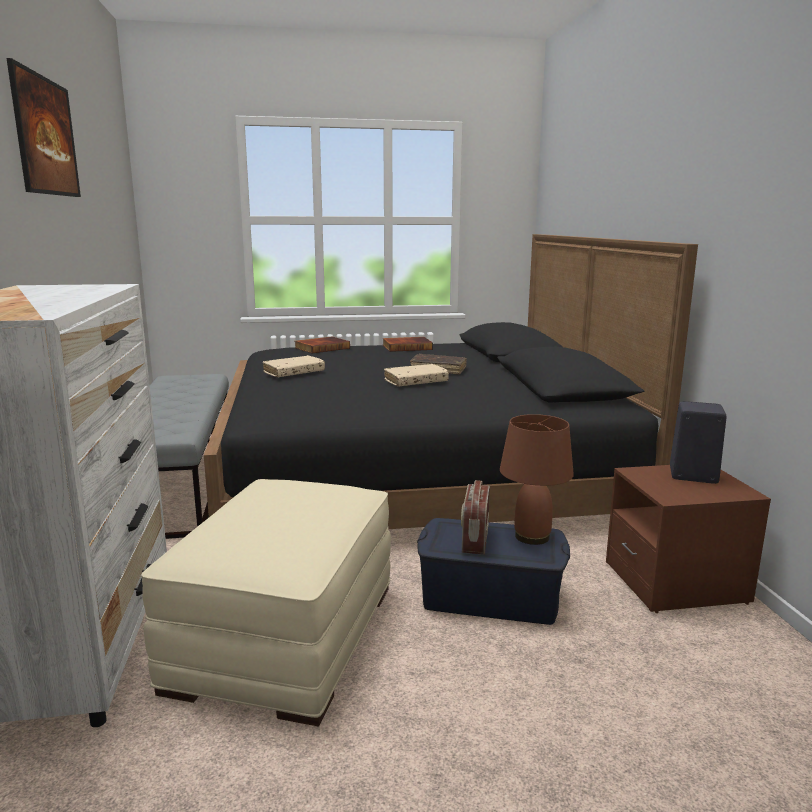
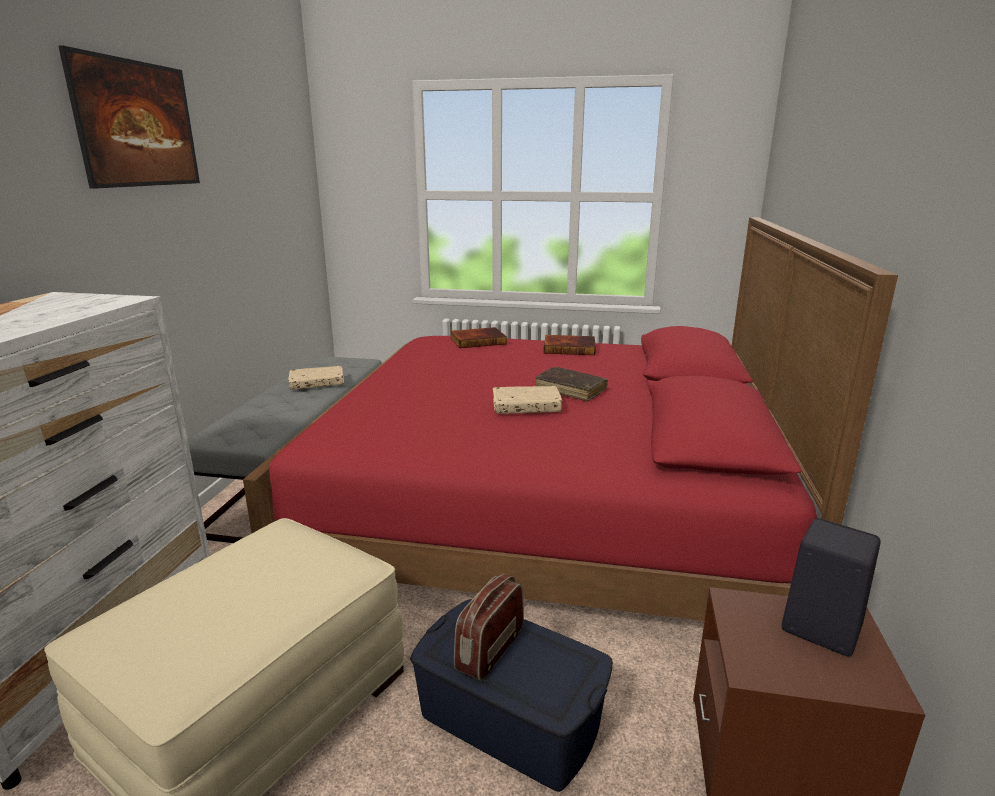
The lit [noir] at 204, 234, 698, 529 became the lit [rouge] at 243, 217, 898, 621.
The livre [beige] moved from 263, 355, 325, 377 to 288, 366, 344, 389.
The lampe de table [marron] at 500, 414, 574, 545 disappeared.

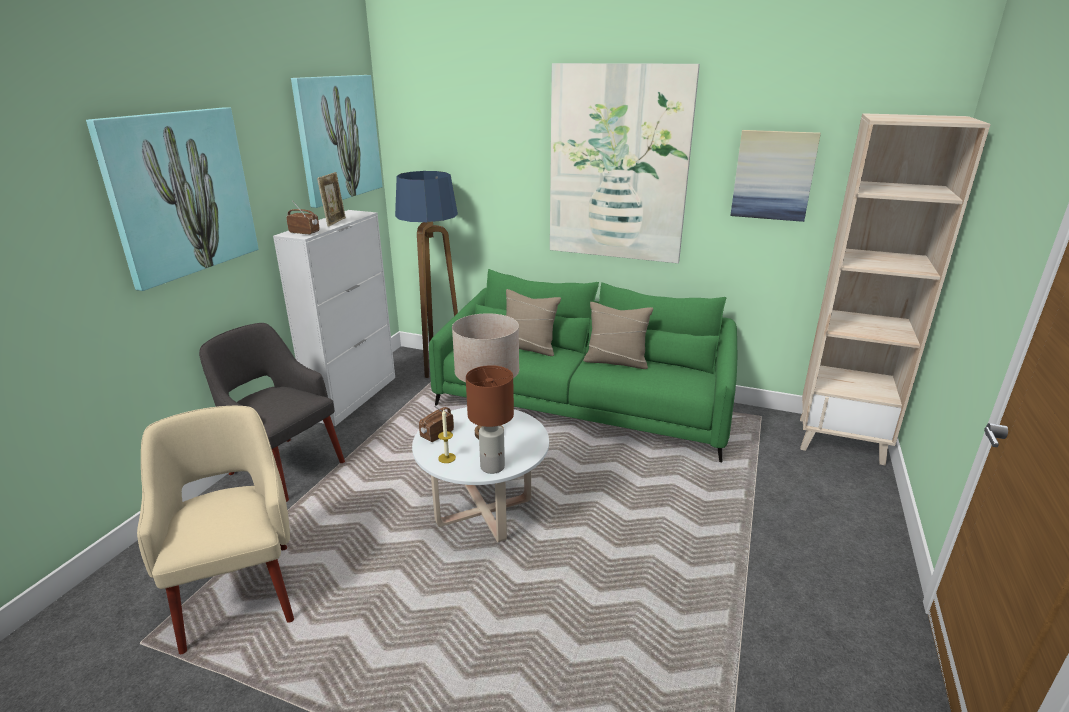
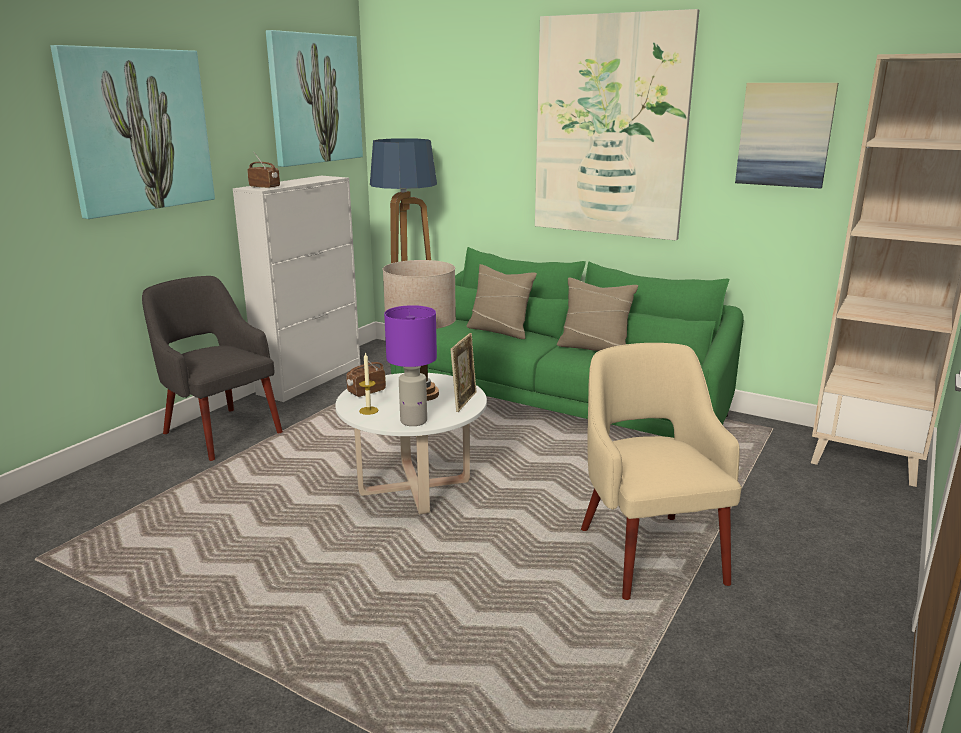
The fauteuil [beige] moved from 137, 406, 294, 654 to 581, 343, 742, 600.
The cadre photo moved from 317, 172, 346, 227 to 451, 333, 477, 412.
The lampe de table [marron] at 466, 365, 514, 474 became the lampe de table [violet] at 384, 305, 437, 426.

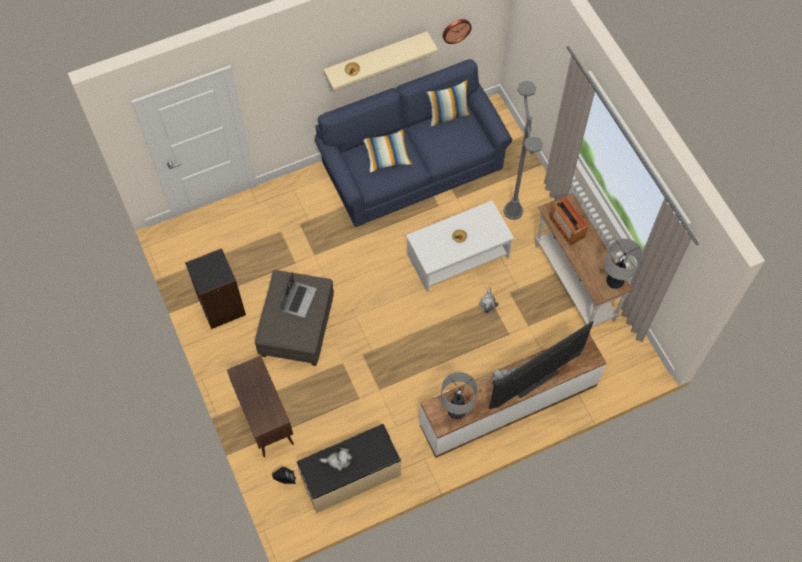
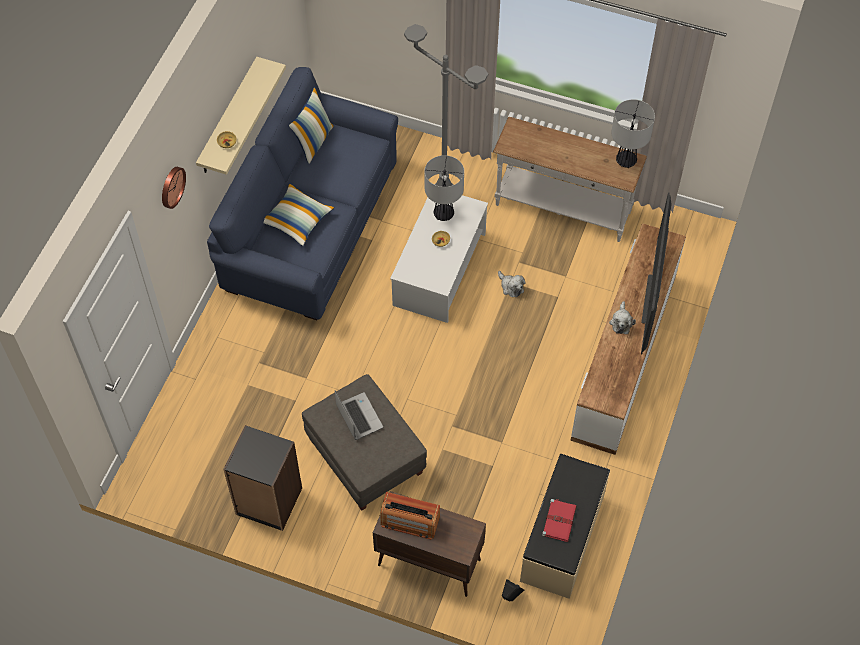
The peluche at 319, 447, 352, 471 was replaced by the livre [rouge] at 542, 499, 577, 542.
The lampe de table moved from 441, 372, 478, 419 to 424, 155, 464, 221.
The horloge murale moved from 443, 19, 472, 44 to 162, 167, 186, 209.
The radio moved from 549, 197, 588, 245 to 380, 492, 440, 540.

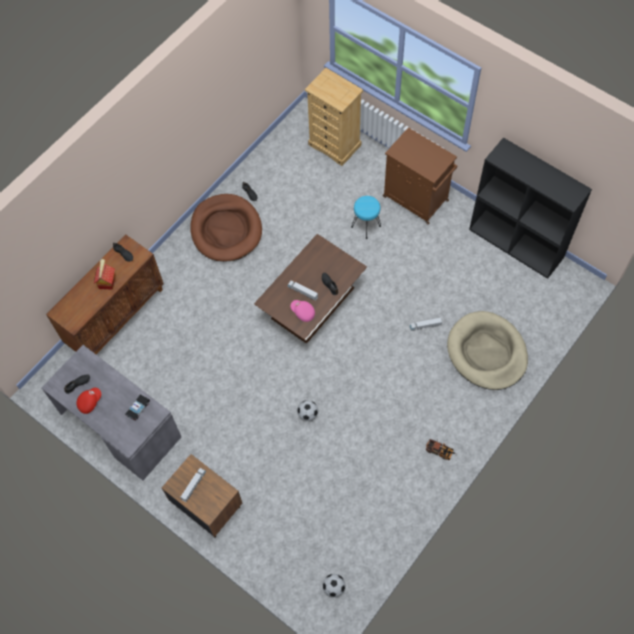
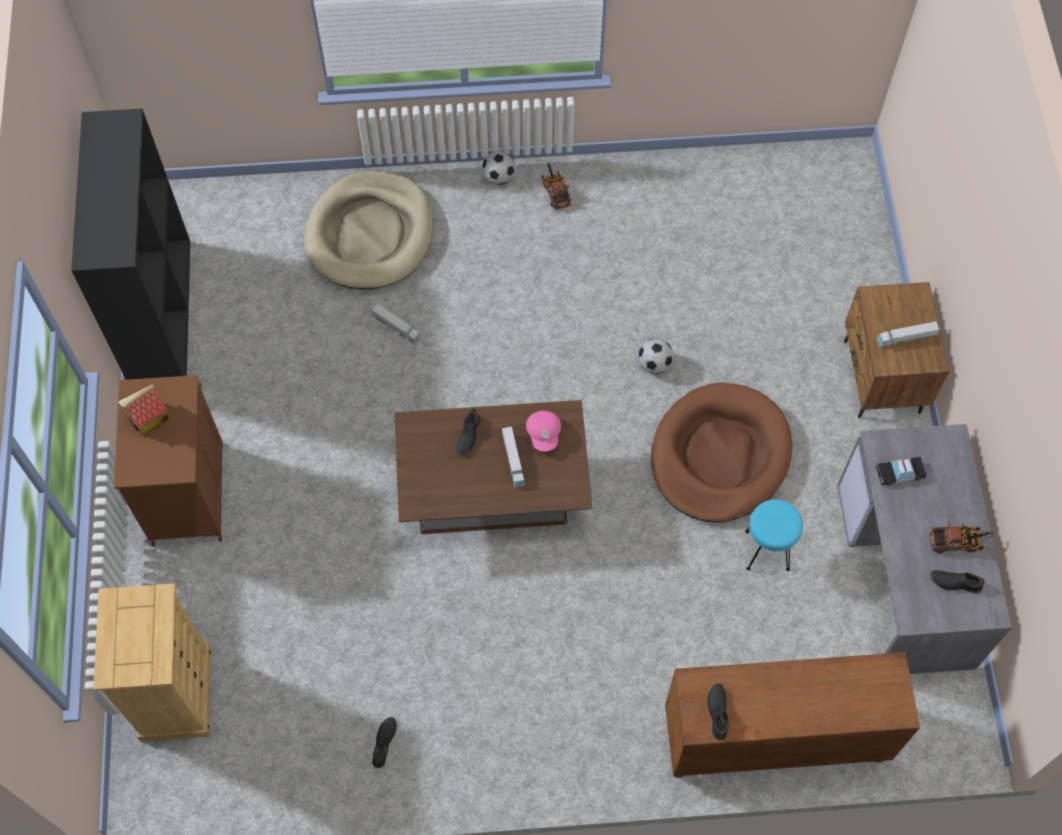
The casquette [rouge] at 76, 388, 101, 414 was replaced by the camion jouet at 930, 522, 994, 553.
The maison miniature moved from 94, 259, 115, 290 to 118, 384, 169, 436.
The panier pour chien [marron] moved from 190, 194, 262, 262 to 651, 383, 792, 523.
The ballon de foot moved from 323, 574, 345, 597 to 482, 151, 516, 185.
The tabouret [turquoise] moved from 351, 196, 381, 239 to 745, 500, 803, 571.

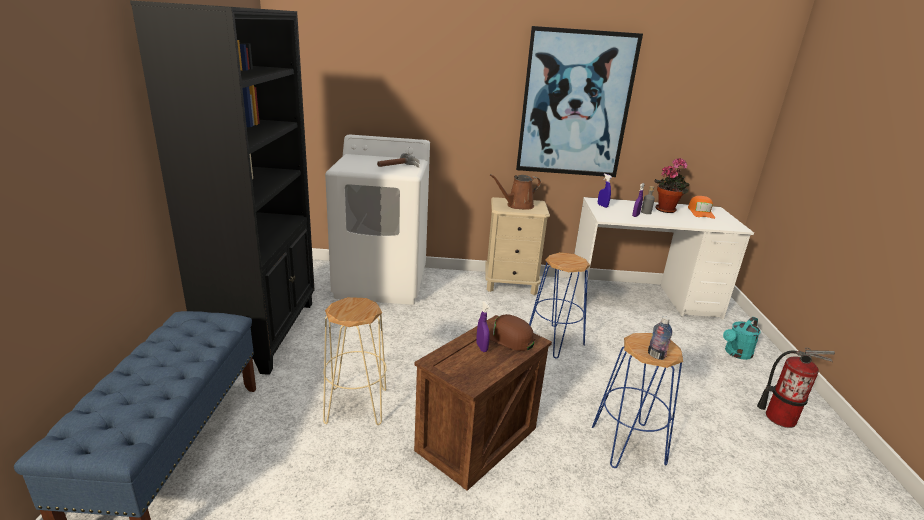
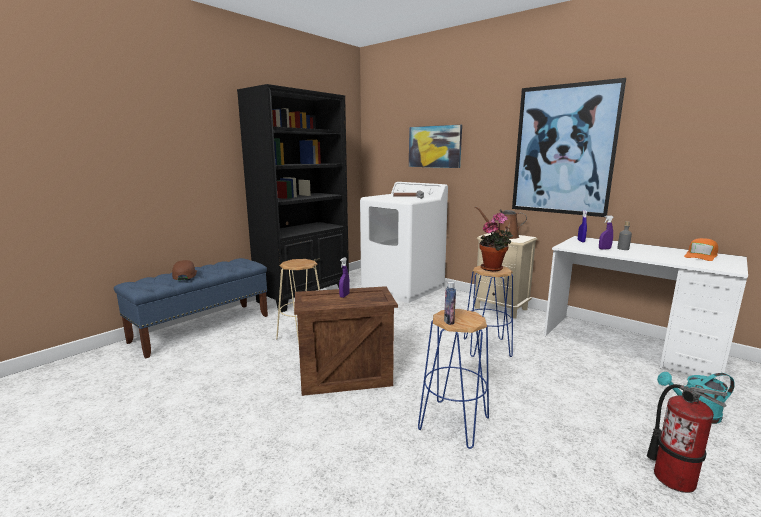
The casquette [marron] moved from 487, 314, 534, 351 to 172, 260, 197, 280.
The plante en pot moved from 654, 158, 689, 213 to 479, 213, 513, 272.
The tableau at 409, 125, 462, 168 appeared.

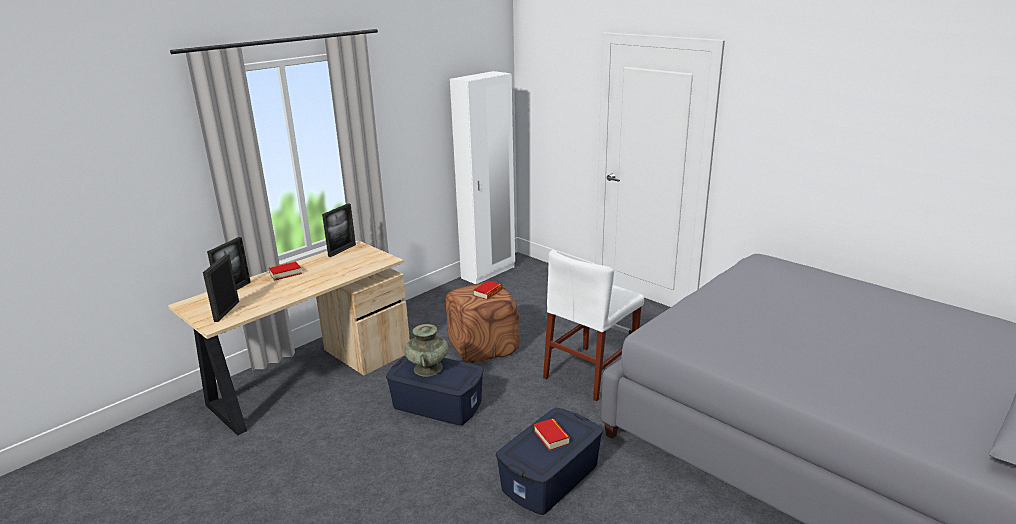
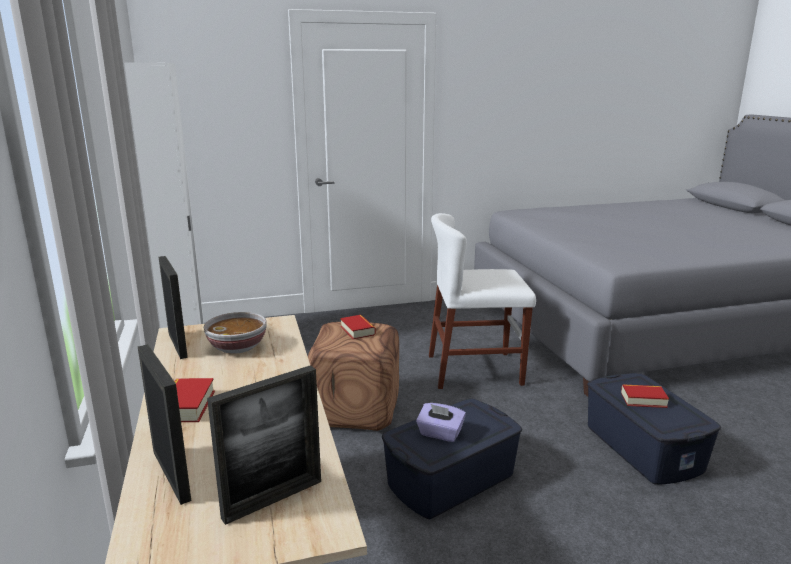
The cadre photo at 203, 254, 239, 322 turned 75 degrees counterclockwise.
The vase [turquoise] at 404, 324, 449, 376 was replaced by the boîte à mouchoirs [violet] at 416, 403, 466, 442.
The chaise [blanc] at 543, 250, 644, 402 turned 105 degrees clockwise.
The bol at 204, 312, 267, 354 appeared.

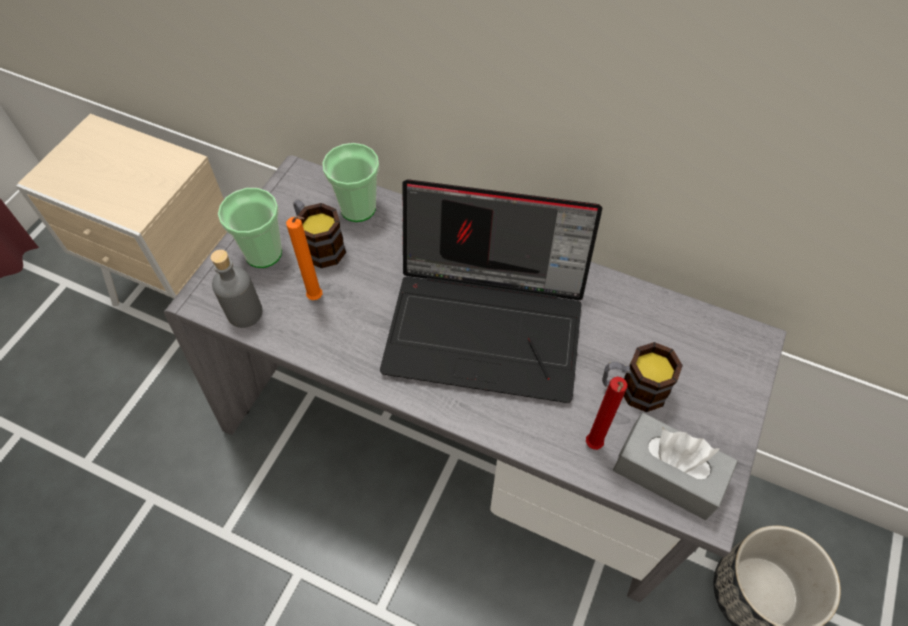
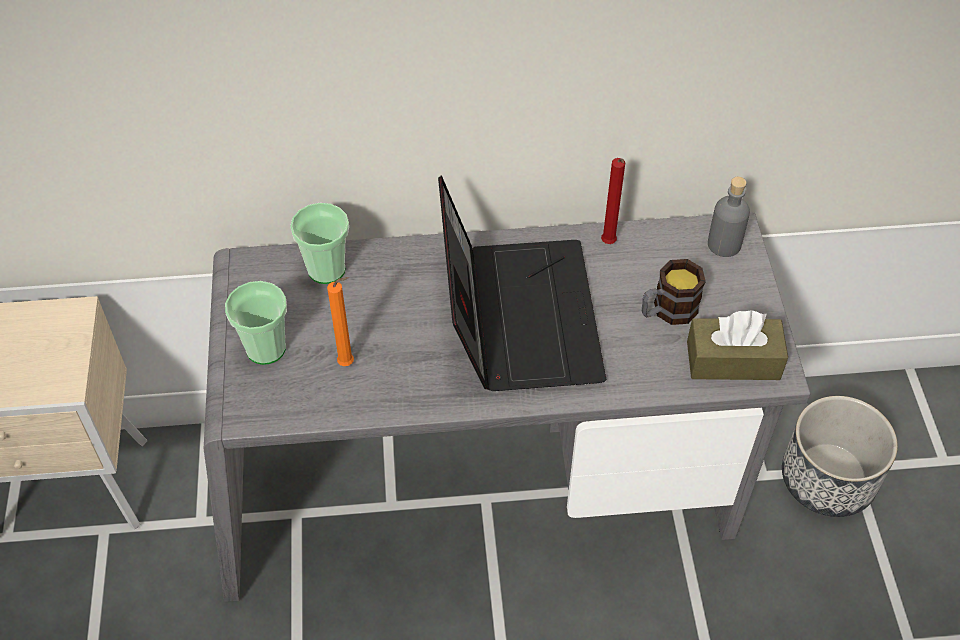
The bouteille [gris] moved from 210, 249, 263, 328 to 708, 177, 750, 257.
The mug at 293, 200, 346, 268 disappeared.
The ordinateur portable at 380, 179, 602, 403 turned 75 degrees counterclockwise.
The bougie [rouge] moved from 586, 377, 627, 450 to 601, 158, 625, 244.
The boîte à mouchoirs [gris] at 613, 413, 738, 520 became the boîte à mouchoirs [marron] at 687, 310, 788, 380.

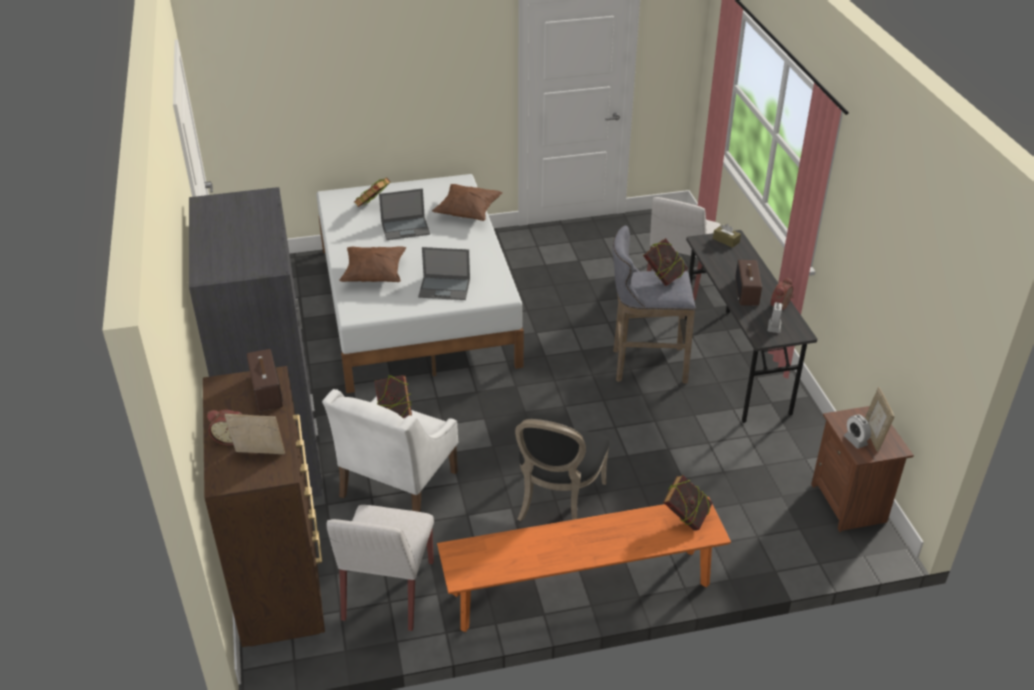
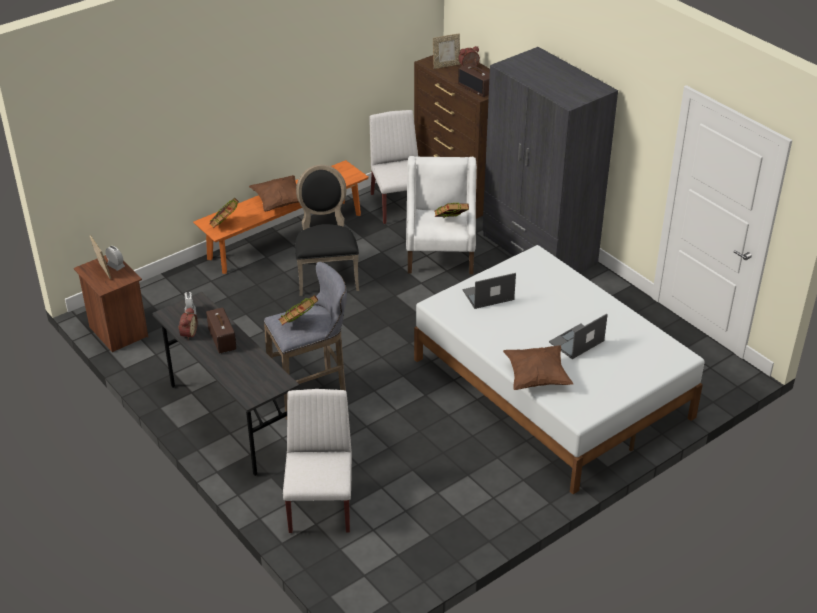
The coussin [marron] moved from 339, 246, 406, 282 to 249, 175, 299, 211.
The livre at 354, 177, 391, 207 disappeared.
The boîte à mouchoirs [marron] at 713, 224, 741, 248 disappeared.

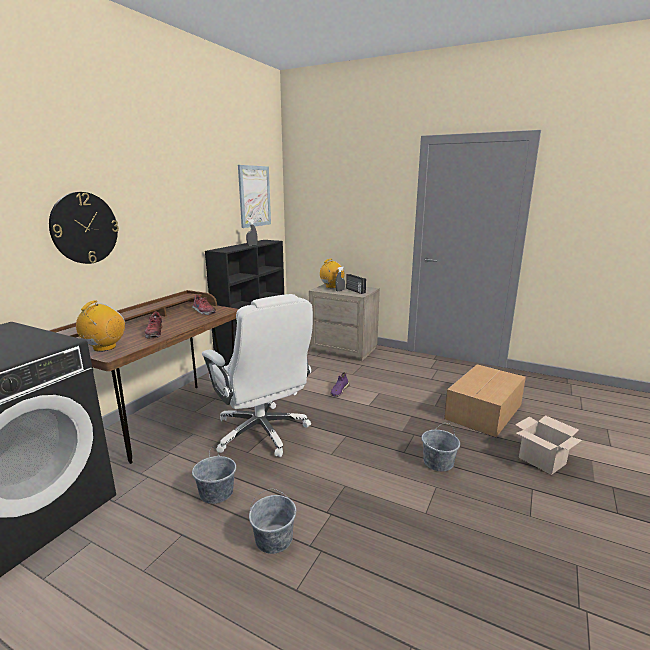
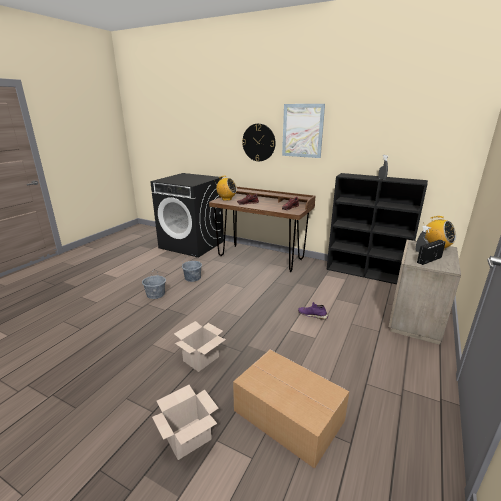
The chaise de bureau [blanc] at 202, 294, 313, 457 disappeared.
The tableau moved from 238, 165, 271, 228 to 282, 104, 325, 158.
The seau [gris] at 422, 423, 460, 471 was replaced by the carton at 174, 321, 226, 372.

